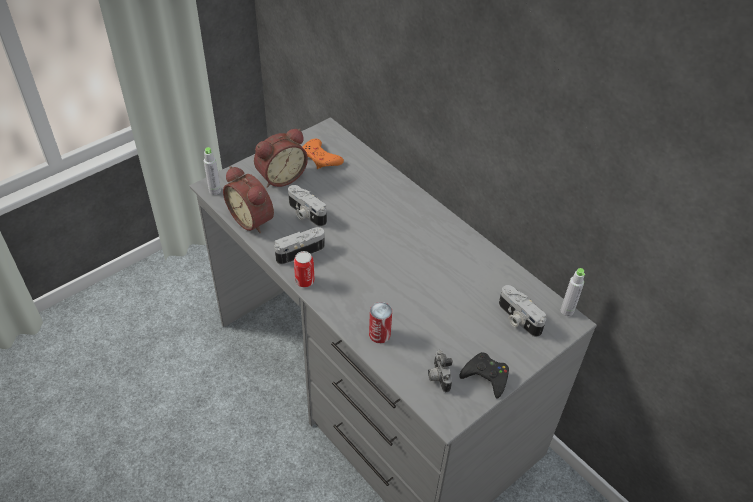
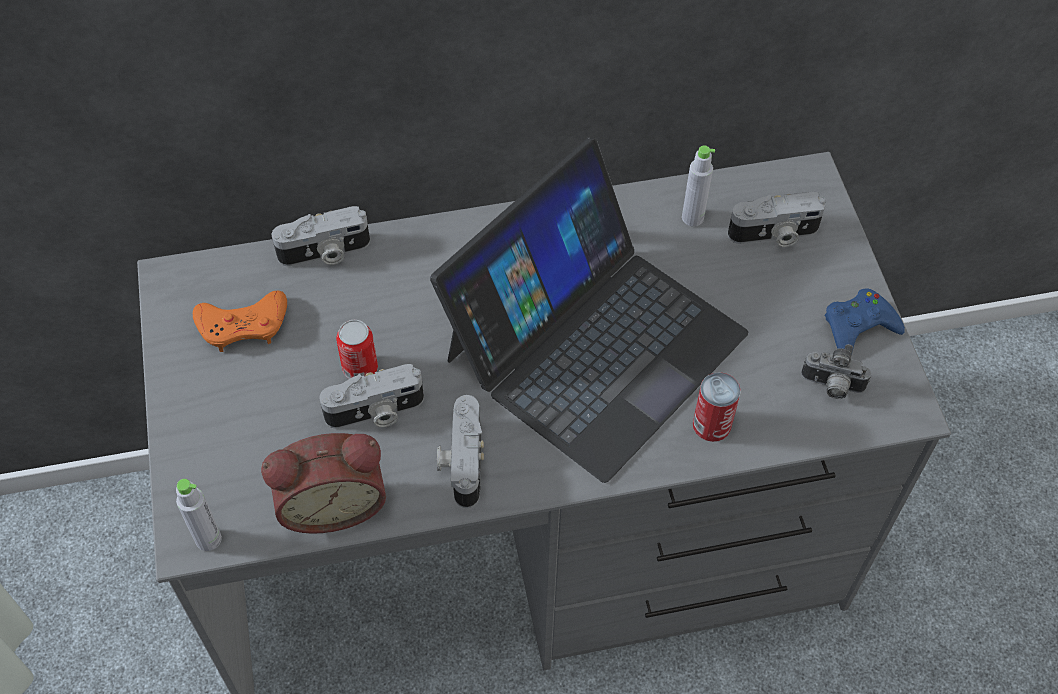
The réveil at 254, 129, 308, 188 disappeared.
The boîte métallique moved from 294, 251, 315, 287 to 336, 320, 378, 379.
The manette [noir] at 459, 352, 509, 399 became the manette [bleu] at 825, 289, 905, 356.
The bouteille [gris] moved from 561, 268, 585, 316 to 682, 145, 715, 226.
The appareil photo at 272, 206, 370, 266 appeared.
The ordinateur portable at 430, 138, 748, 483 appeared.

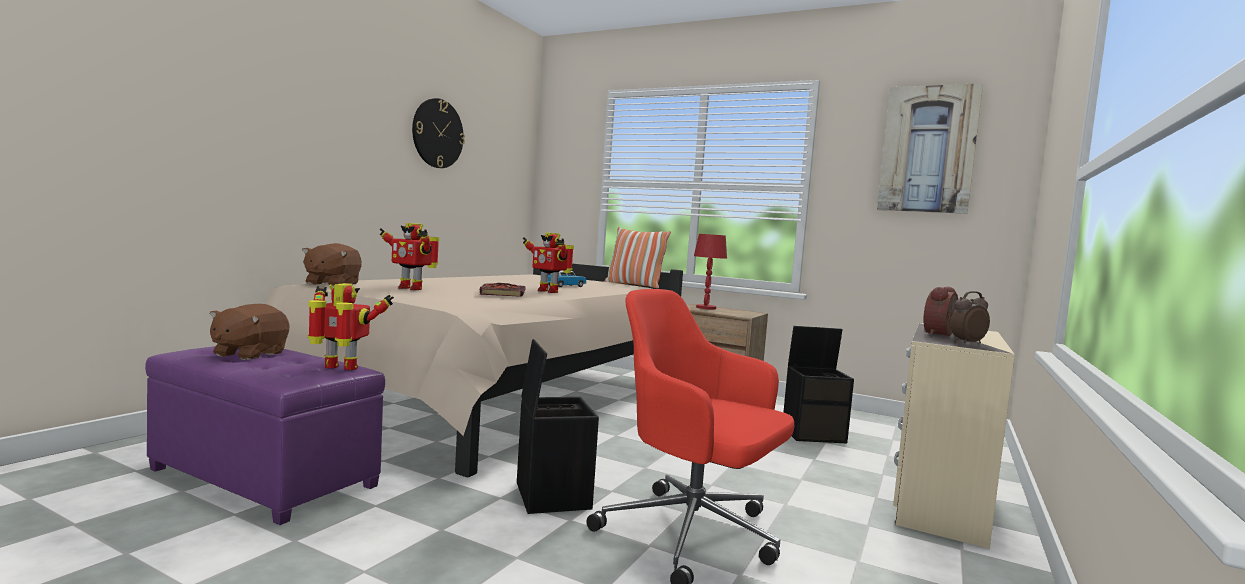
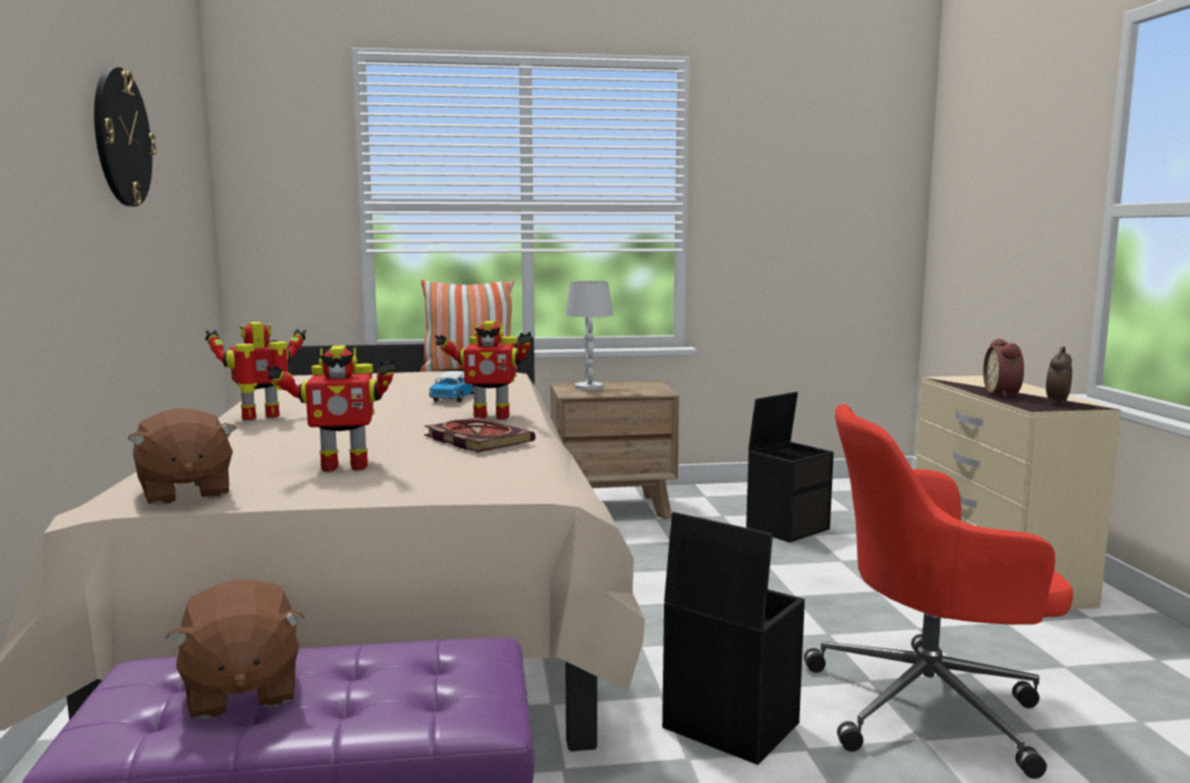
The robot jouet moved from 307, 283, 394, 370 to 205, 322, 306, 420.
The lampe de table [rouge] at 694, 234, 727, 310 became the lampe de table [blanc] at 565, 281, 613, 390.
The tableau at 877, 83, 983, 214 disappeared.

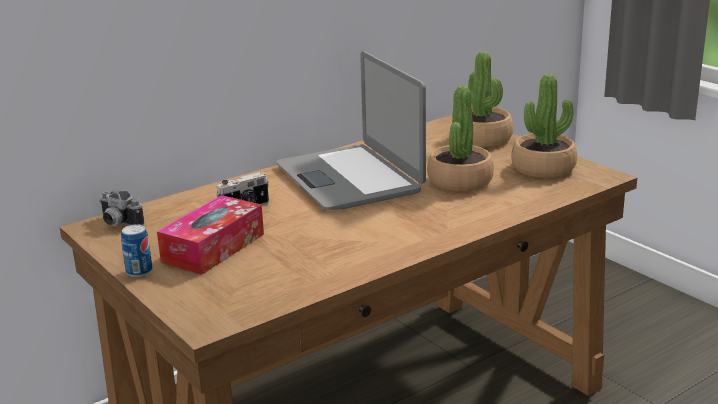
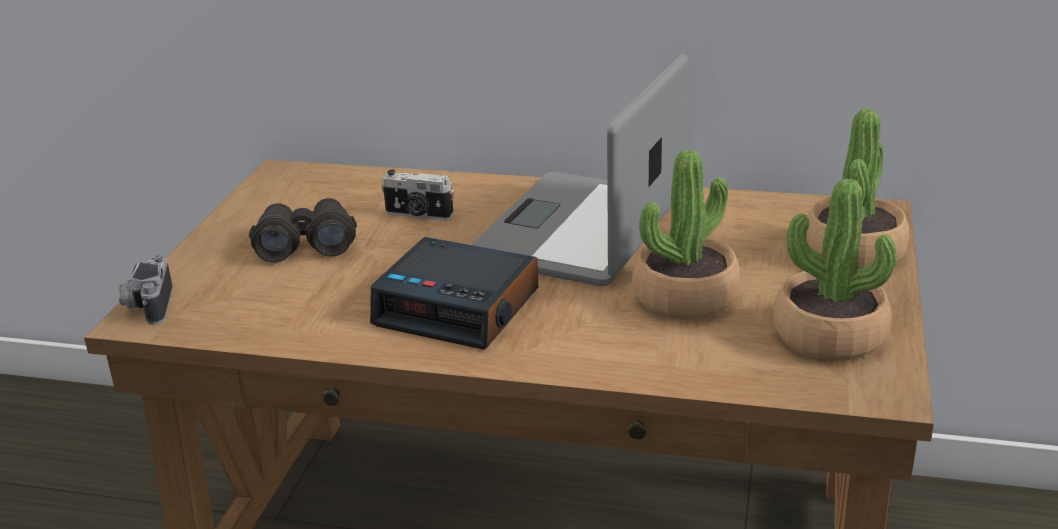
The appareil photo moved from 100, 191, 144, 226 to 118, 254, 173, 325.
The boîte métallique at 121, 224, 153, 277 disappeared.
The boîte à mouchoirs at 157, 195, 264, 275 was replaced by the jumelles [noir] at 249, 198, 357, 263.
The réveil at 370, 237, 538, 350 appeared.

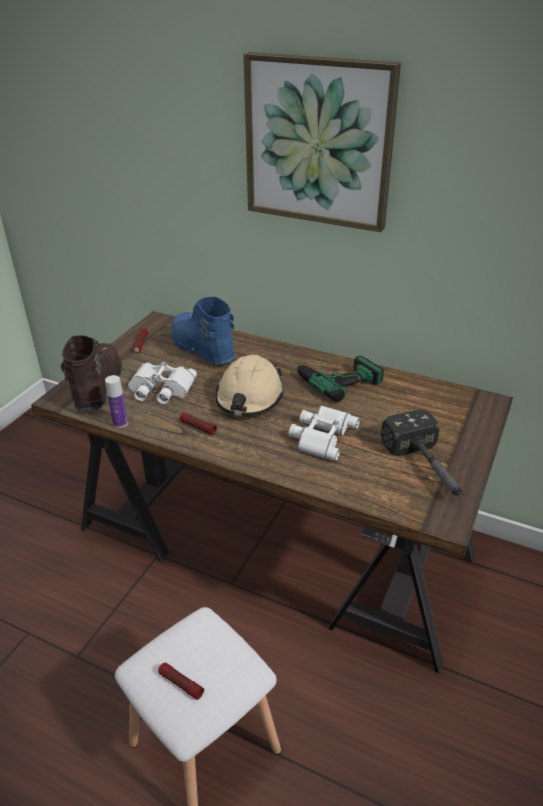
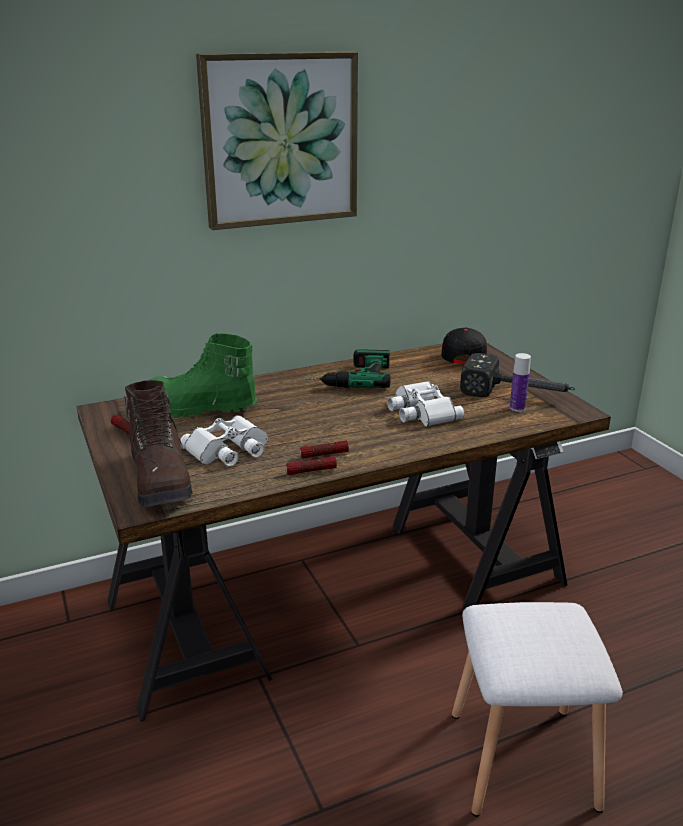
The botte [marron] at 61, 335, 122, 410 turned 150 degrees counterclockwise.
The bouteille moved from 105, 375, 128, 428 to 510, 353, 531, 412.
The lampe de poche moved from 158, 663, 204, 700 to 285, 456, 337, 475.
The botte [bleu] at 171, 297, 235, 365 became the botte [vert] at 150, 333, 257, 418.
The casque de chantier [beige] at 215, 355, 284, 416 disappeared.
The casquette [noir] at 441, 328, 487, 364 appeared.

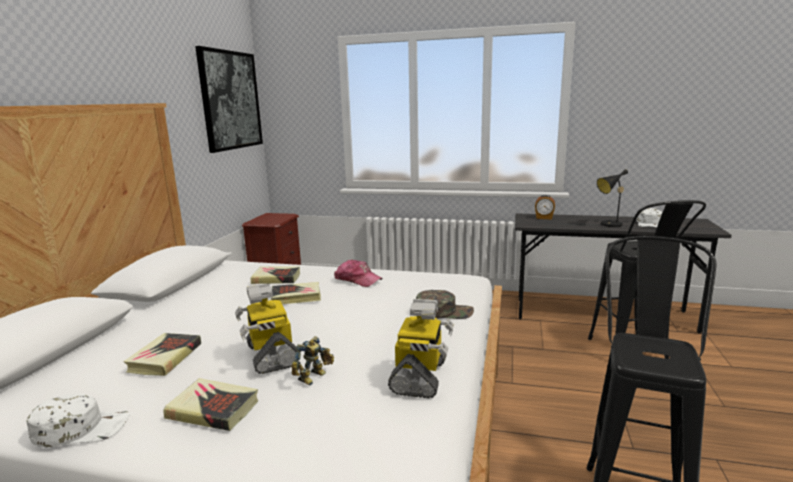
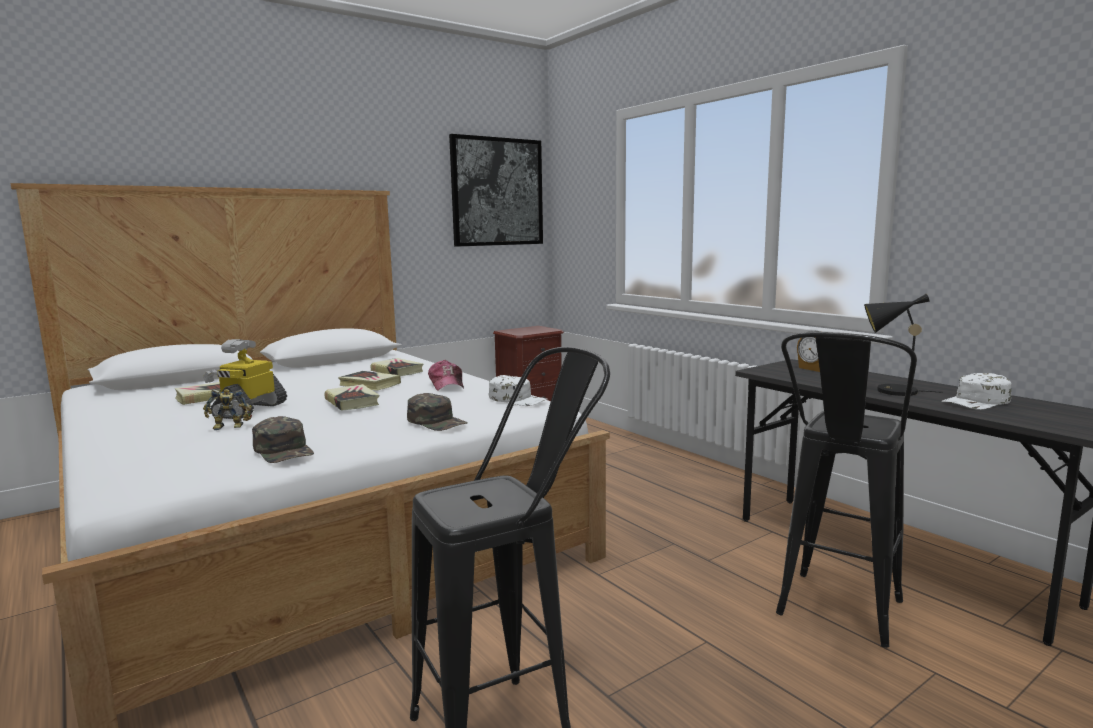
The casquette [blanc] moved from 26, 394, 130, 447 to 489, 375, 547, 406.
The livre moved from 163, 378, 258, 431 to 325, 384, 379, 411.
The robot jouet at 388, 299, 454, 398 was replaced by the casquette [vert] at 252, 416, 314, 463.

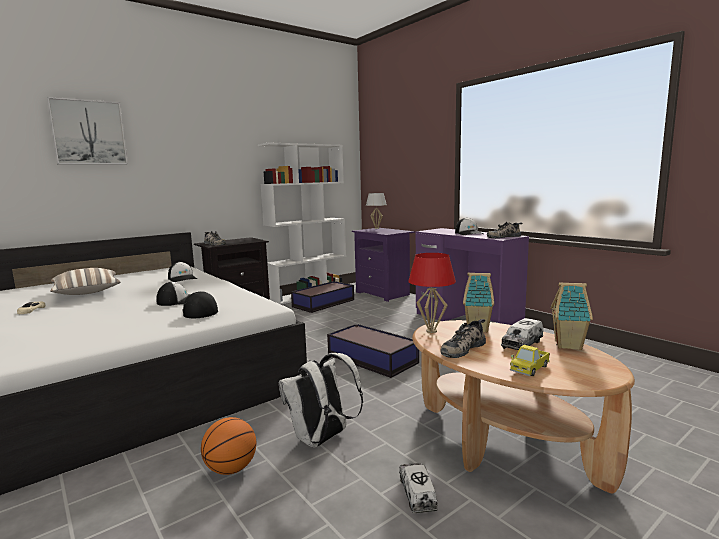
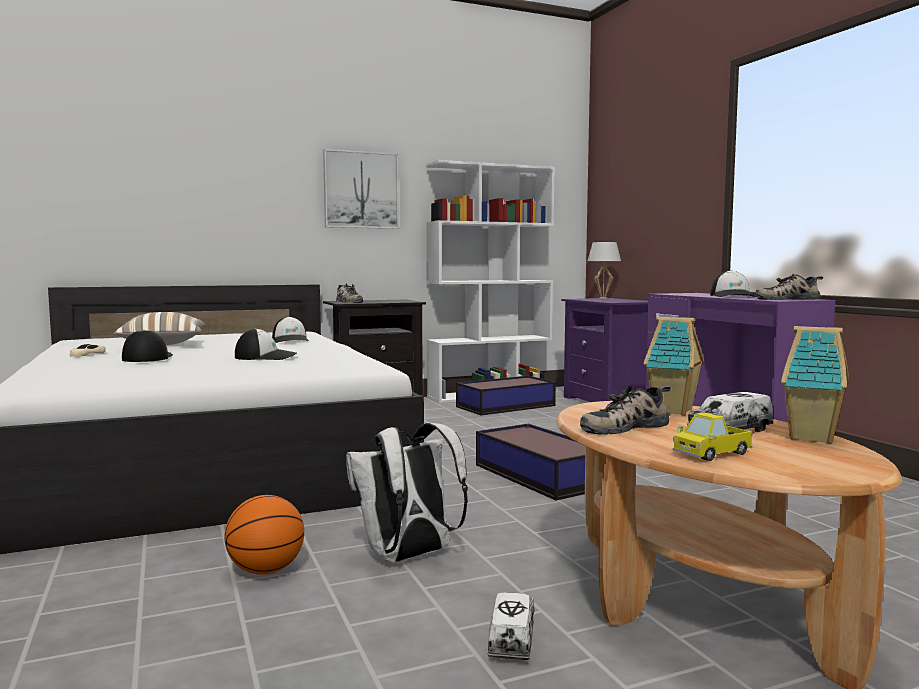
The tableau moved from 47, 97, 128, 164 to 323, 149, 399, 229.
The casquette moved from 182, 291, 218, 318 to 122, 330, 173, 362.
The lampe de table [rouge] at 408, 253, 456, 333 disappeared.

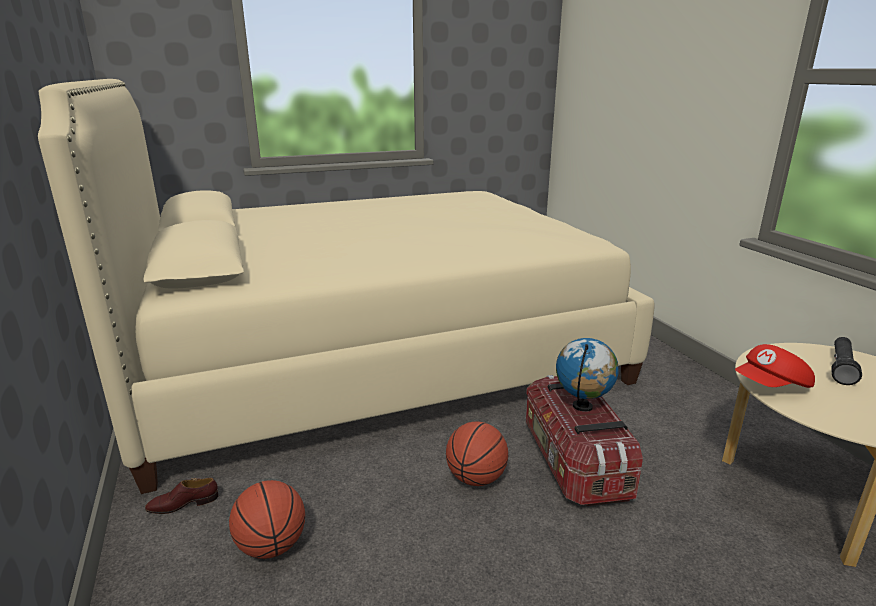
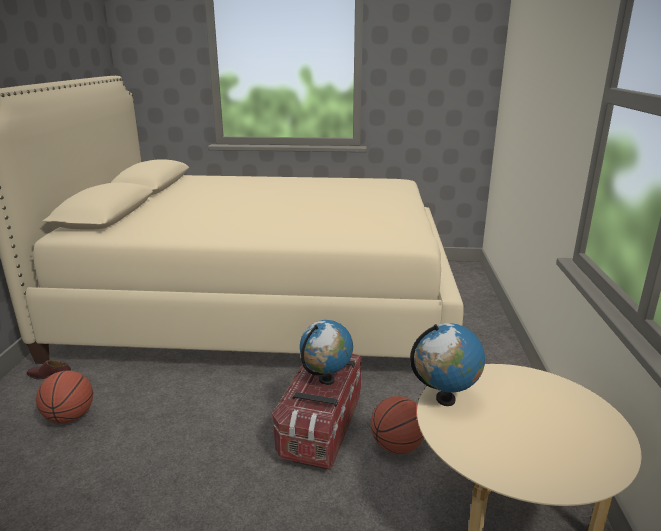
The ballon de basket moved from 446, 422, 508, 486 to 371, 396, 424, 454.
The casquette [rouge] at 735, 344, 815, 388 was replaced by the globe at 410, 323, 485, 406.
The lampe de poche [noir] at 831, 337, 862, 385 disappeared.

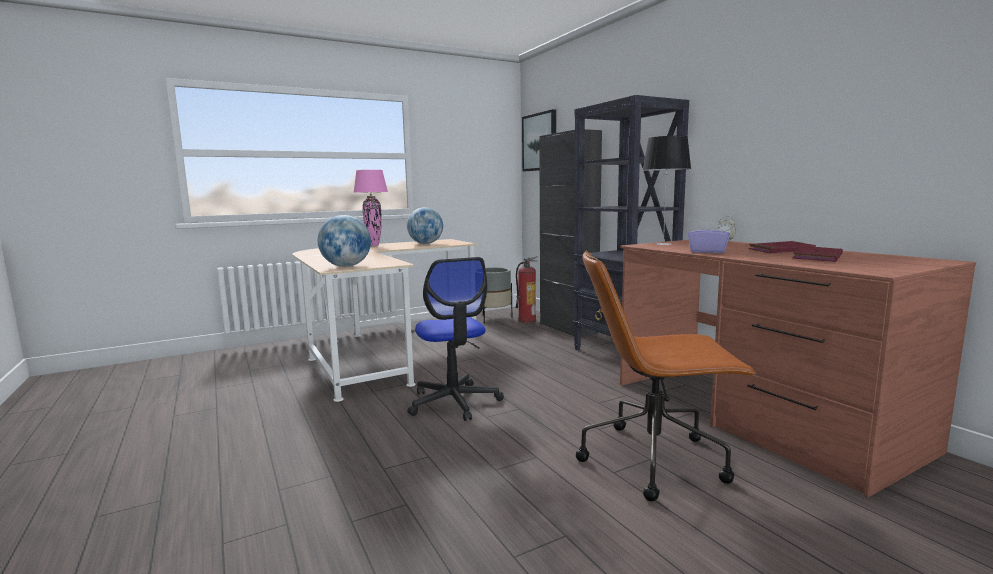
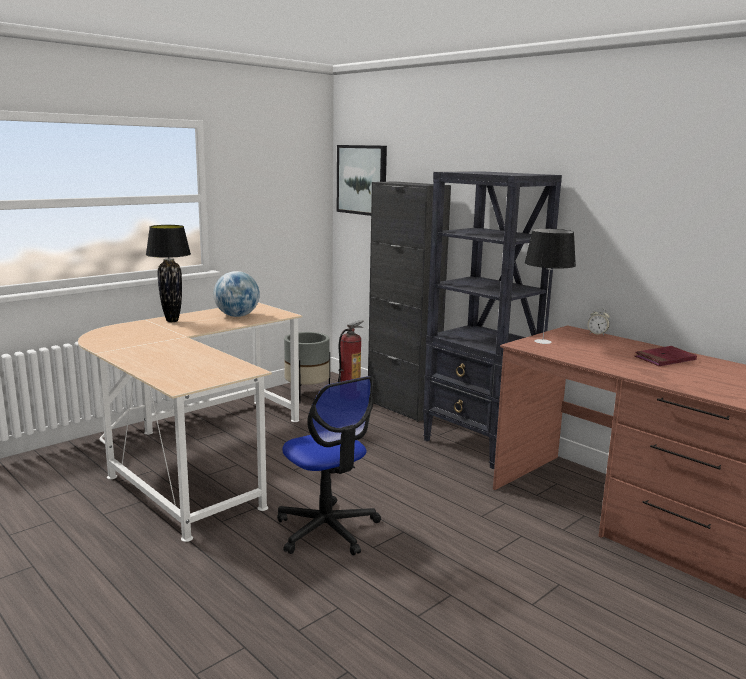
The globe at 318, 215, 371, 267 disappeared.
The lampe de table [rose] at 353, 170, 388, 246 became the lampe de table [noir] at 146, 225, 191, 322.
The chaise de bureau [marron] at 576, 250, 756, 502 disappeared.
The boîte à mouchoirs [violet] at 688, 222, 730, 253 disappeared.
The livre [rouge] at 793, 246, 843, 262 disappeared.

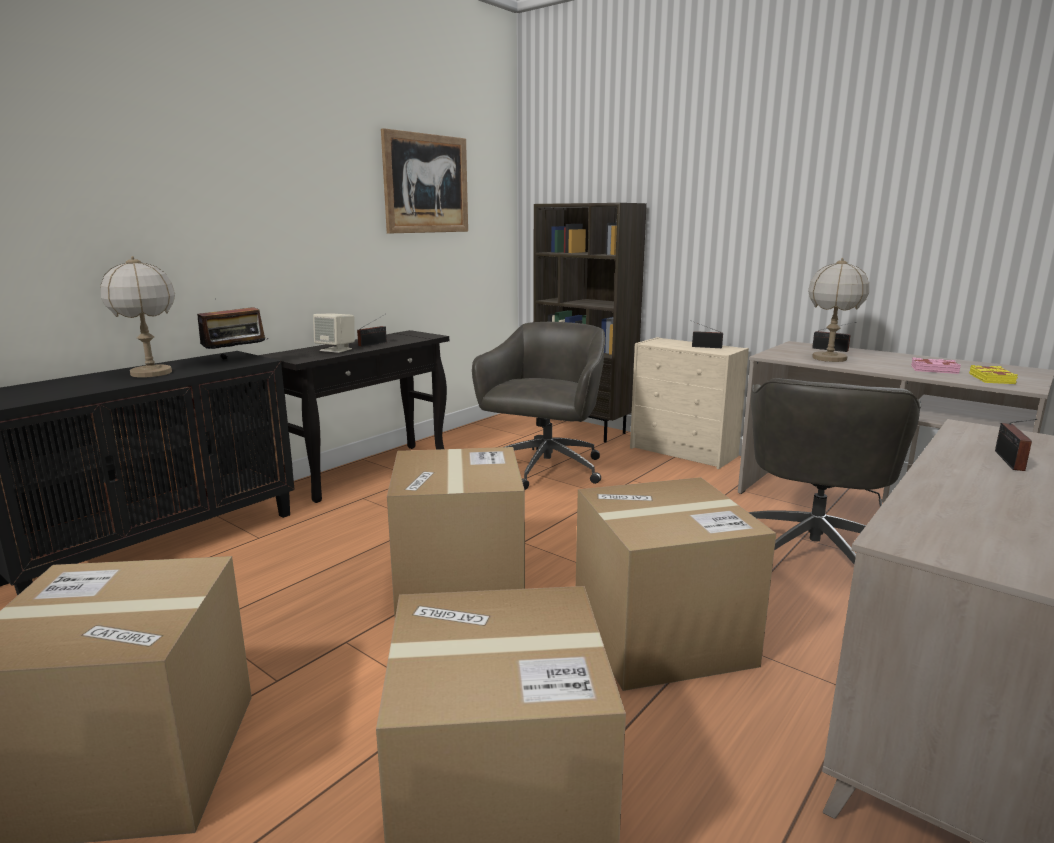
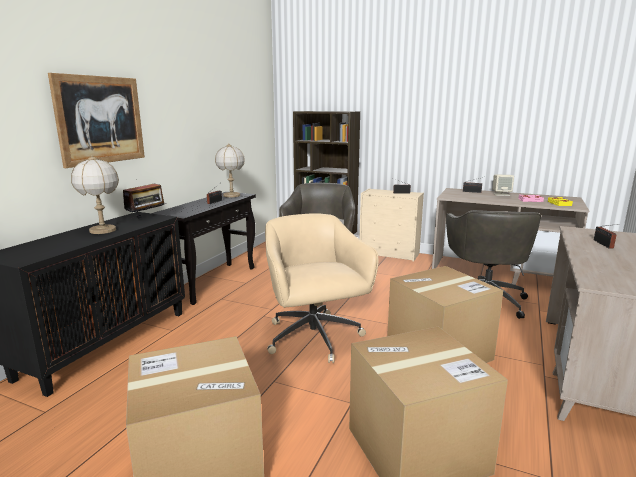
The enceinte [beige] moved from 313, 314, 355, 353 to 492, 174, 514, 196.
The tableau moved from 381, 128, 468, 233 to 48, 73, 145, 168.
The carton at 387, 447, 525, 617 was replaced by the chaise de bureau [beige] at 265, 213, 379, 363.
The lampe de table moved from 808, 258, 869, 362 to 215, 143, 245, 197.

